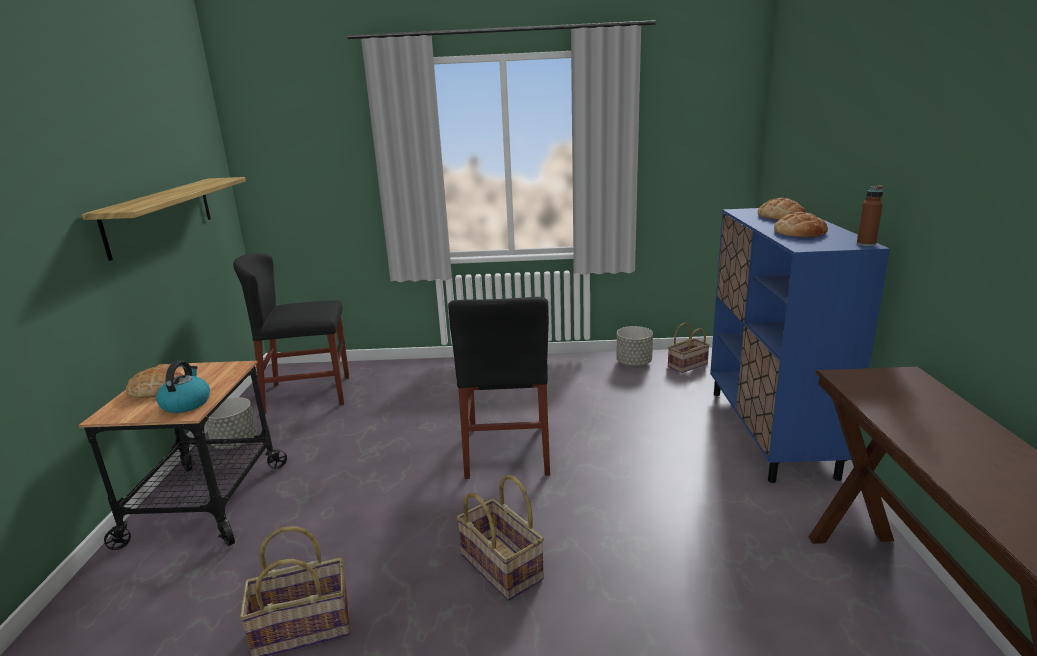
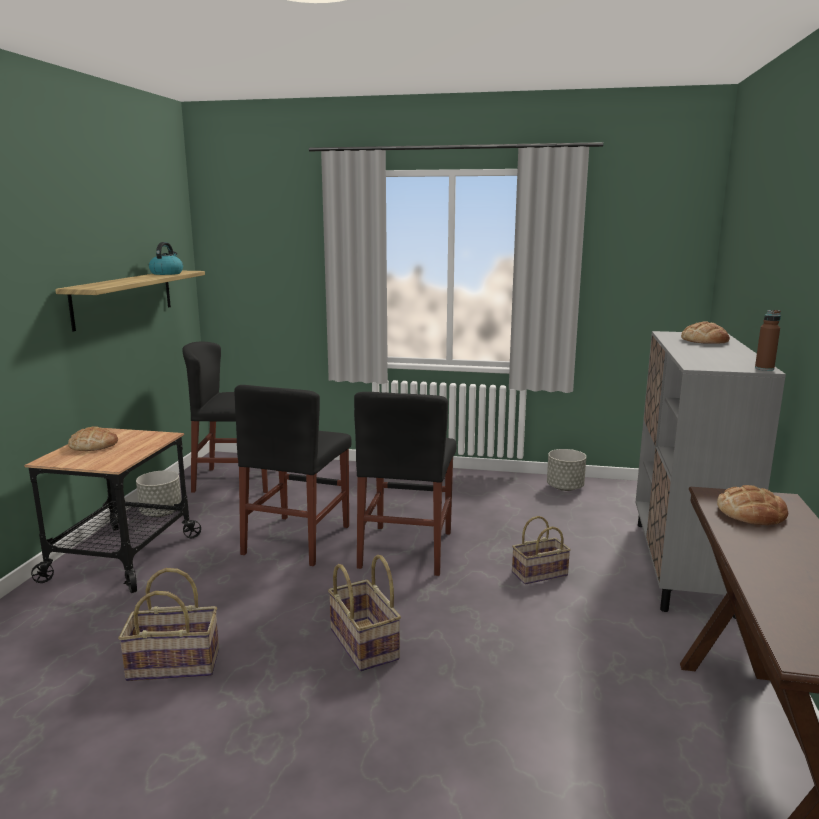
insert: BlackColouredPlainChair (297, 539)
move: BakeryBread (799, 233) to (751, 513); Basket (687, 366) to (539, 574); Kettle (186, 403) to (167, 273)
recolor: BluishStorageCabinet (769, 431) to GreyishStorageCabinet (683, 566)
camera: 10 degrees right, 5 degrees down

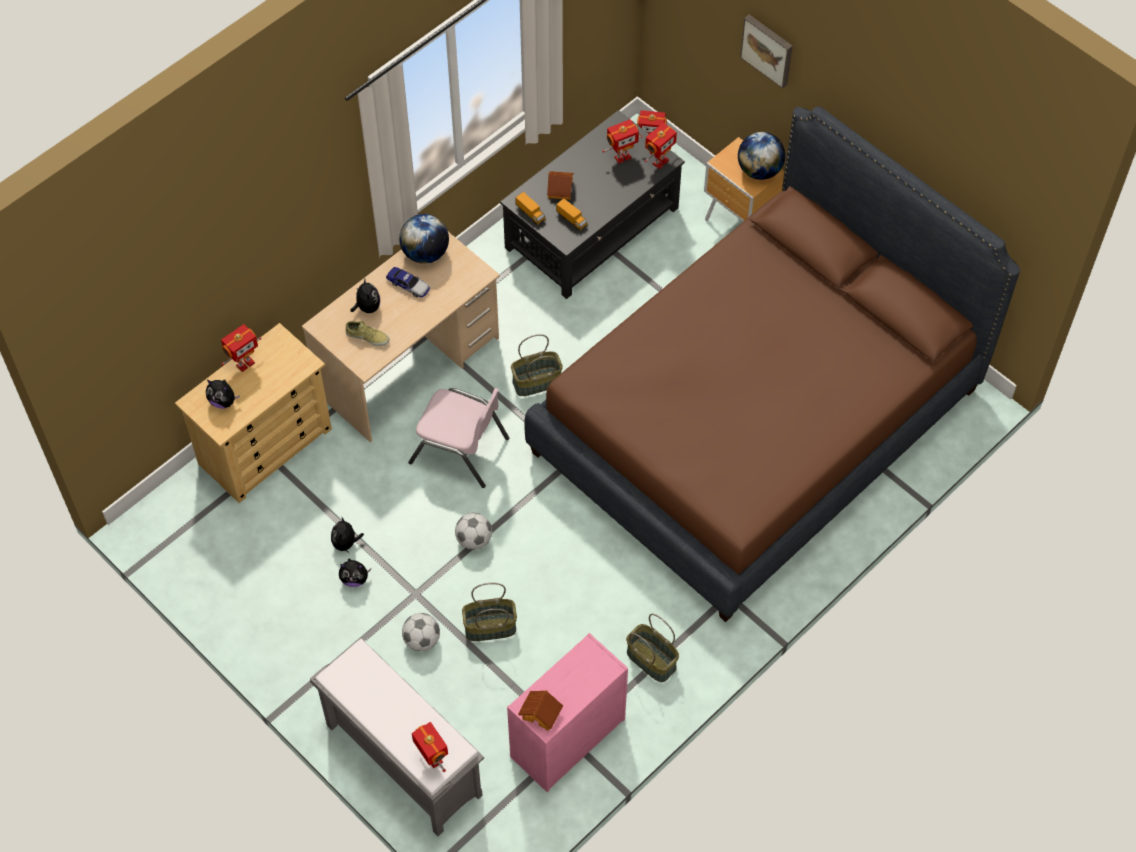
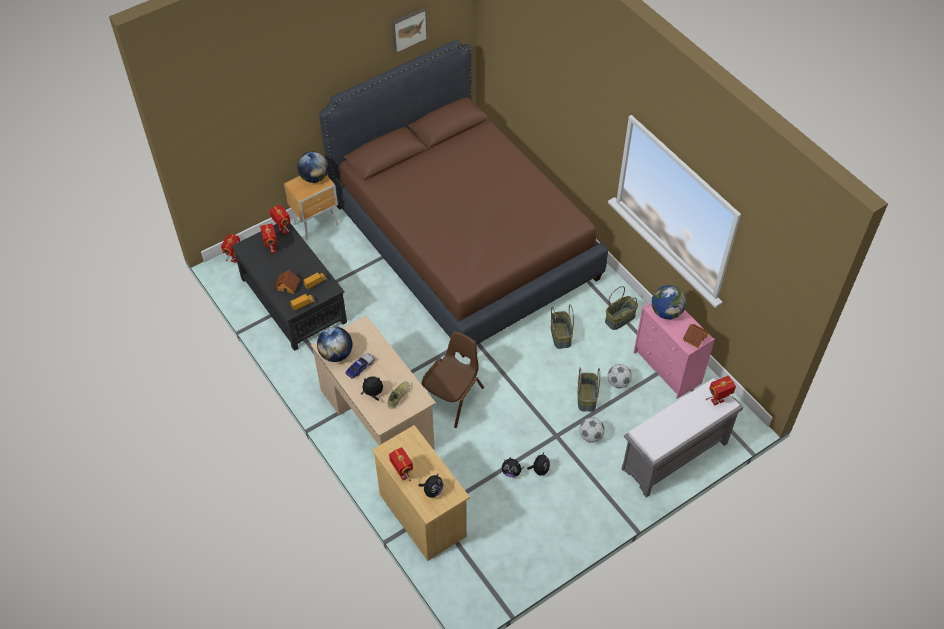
insert: DeskGlobe (666, 312)
move: WallArt (768, 49) to (408, 29); Basket (536, 382) to (561, 336); Football (474, 540) to (618, 382)
recolor: PinkishPlainChair (460, 450) to BrownishPlainChair (452, 397)
camera: 80 degrees left, 5 degrees down

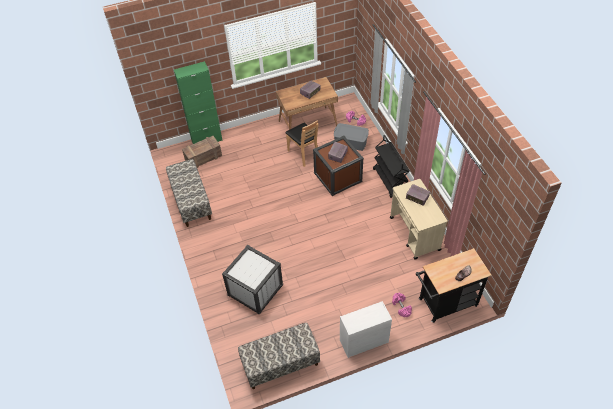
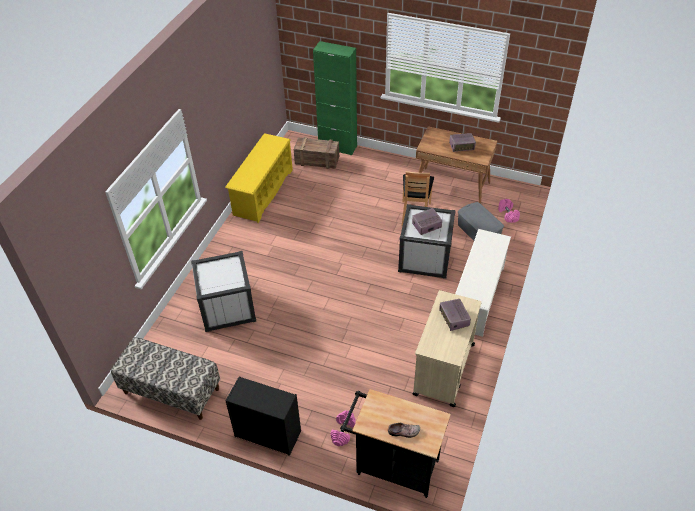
replace: BlackColouredTrolley (390, 181) to WhiteColouredShoeShelf (477, 297); IndoorBench (191, 202) to YellowColouredShoeShelf (263, 192)
recolor: BrownishStorageBin (337, 177) to WhiteColouredStorageBin (424, 257); WhiteColouredDresser (363, 341) to BlackColouredDresser (267, 433)
camera: 40 degrees right, 5 degrees down

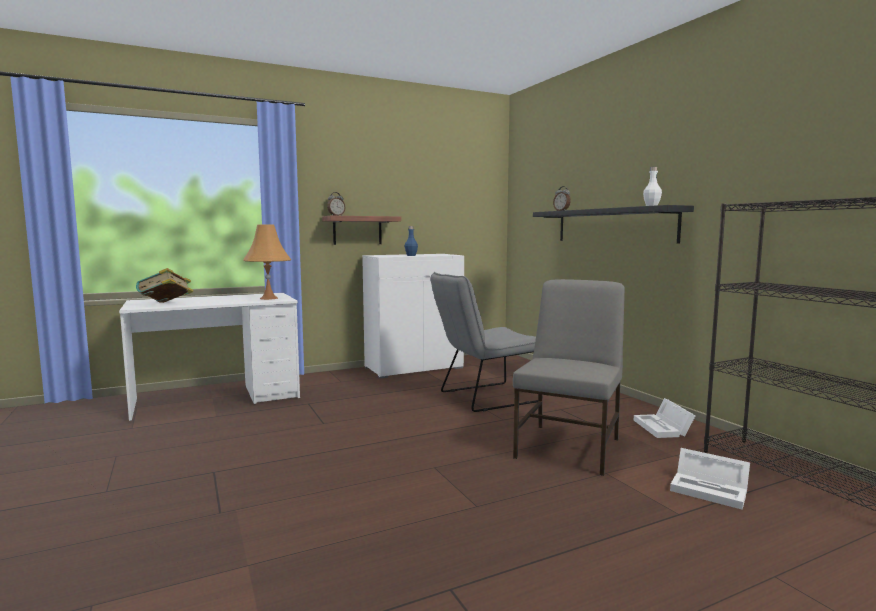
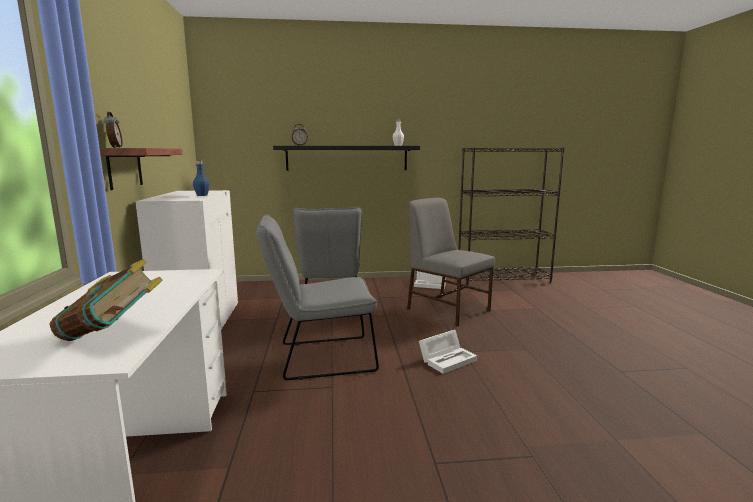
delete: OrangeyLampForATable (268, 298)
insert: GreyishPlainChair (319, 358)
move: WhiteColouredStorageBin (711, 490) to (448, 359)
camera: 70 degrees left, 5 degrees up

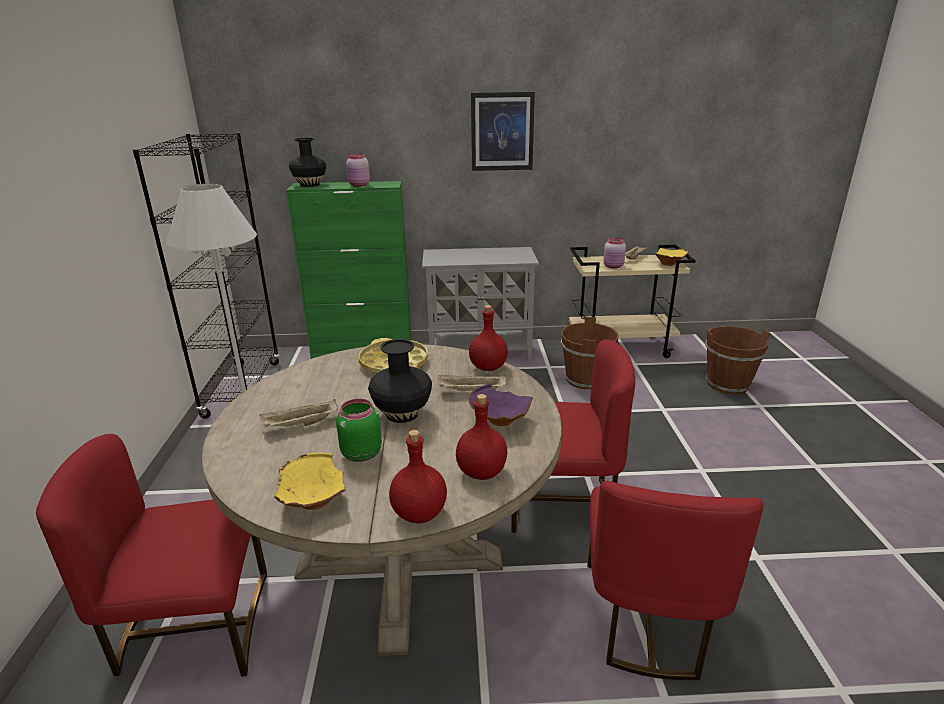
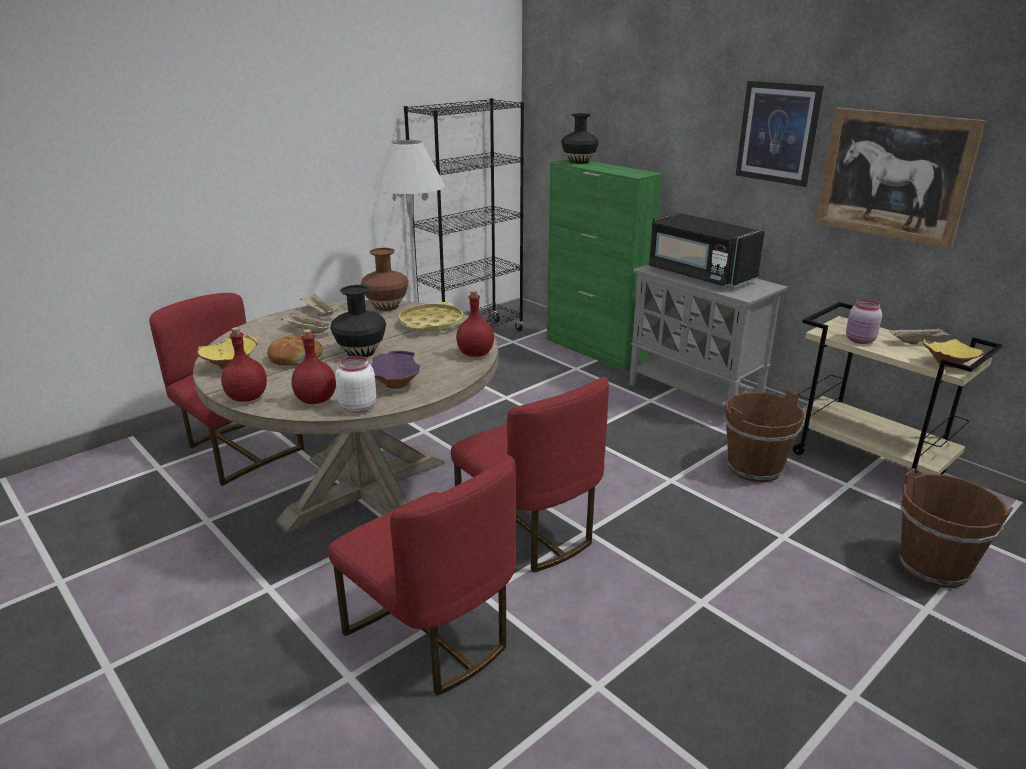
delete: PinkishStorageJar (359, 185)
insert: WallArt (893, 176); BlackColouredMicrowaveOven (699, 275); BrownishFlowerVase (386, 306); WhiteColouredStorageJar (357, 407)
move: BeigeColouredServingTray (471, 392) to (319, 313)
replace: GreenStorageJar (360, 453) to BakeryBread (295, 358)
rotate: ReddishPlainChair (647, 618) = (431, 636) 105 degrees counterclockwise
camera: 50 degrees right, 0 degrees up

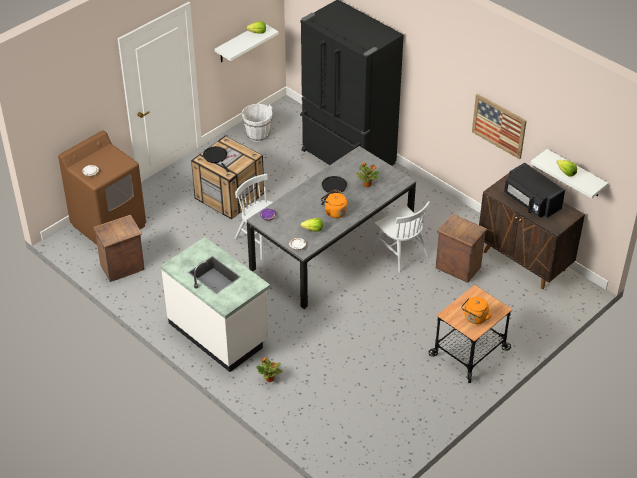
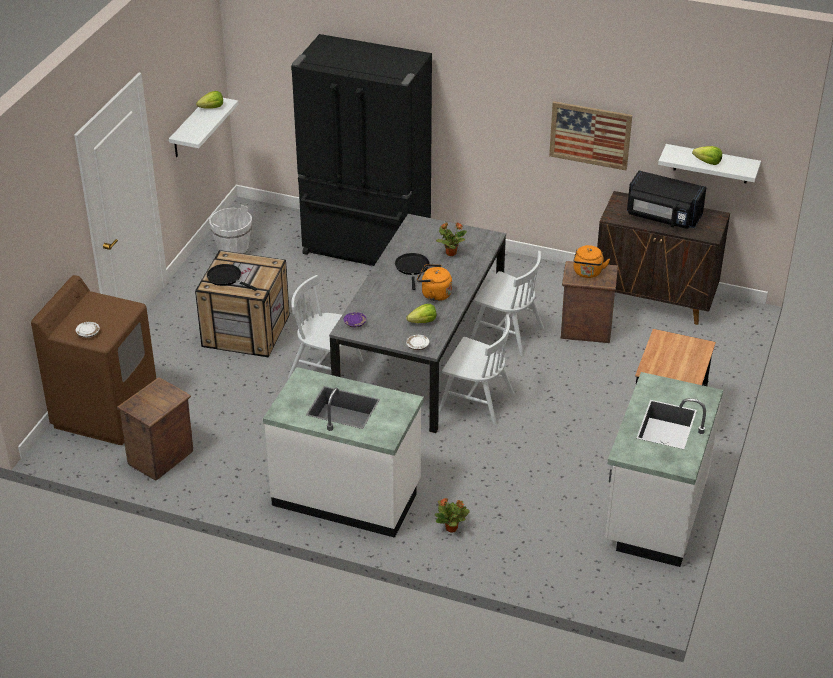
insert: WhiteColouredPlainChair (476, 402); WhiteColouredCounter (654, 511)
move: OrangeyKettle (475, 318) to (587, 273)
camera: 25 degrees left, 5 degrees down

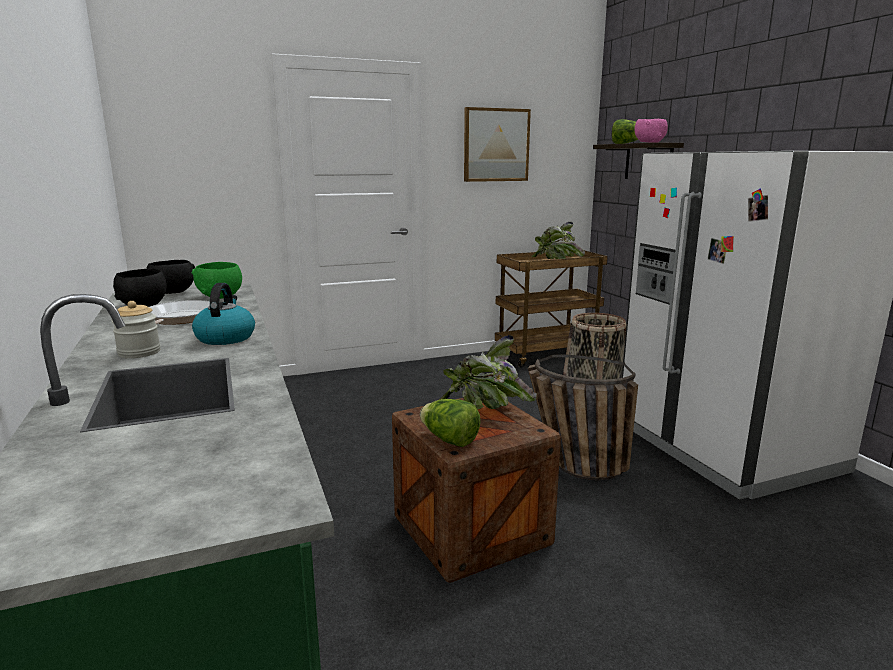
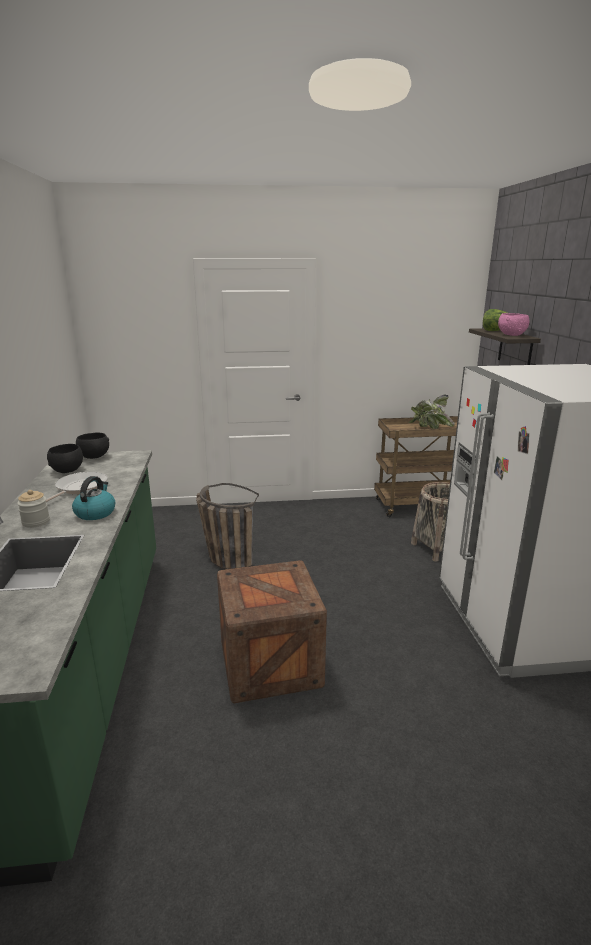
delete: WallArt (496, 145); GreenDeepDish (221, 296); PlantInAPot (484, 411); LettuceHead (449, 440)
move: Basket (571, 465) to (223, 558)
camera: 15 degrees right, 5 degrees up

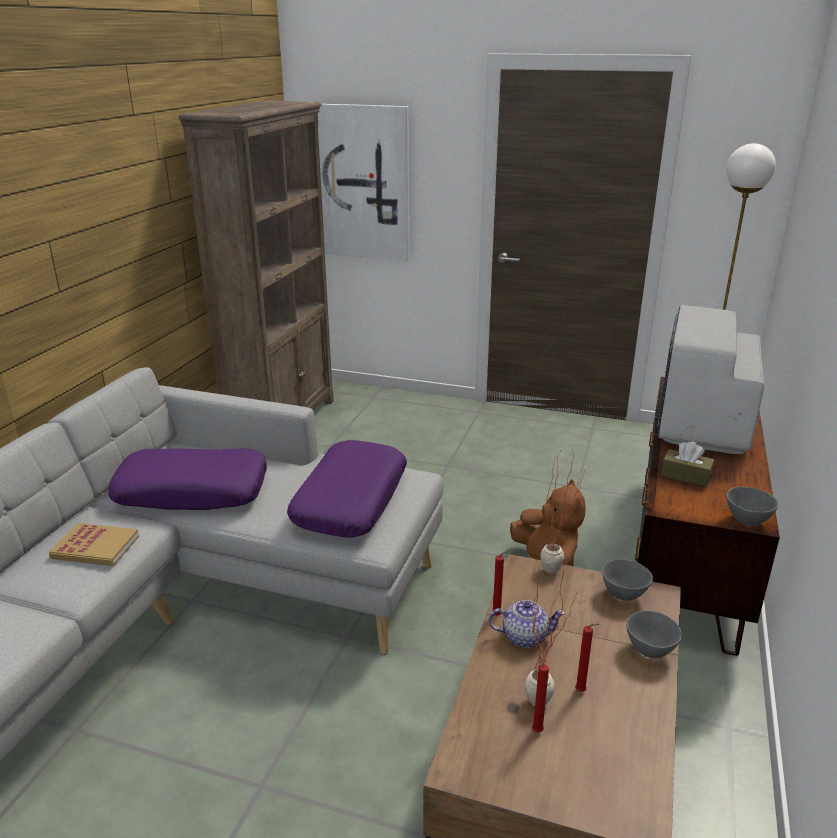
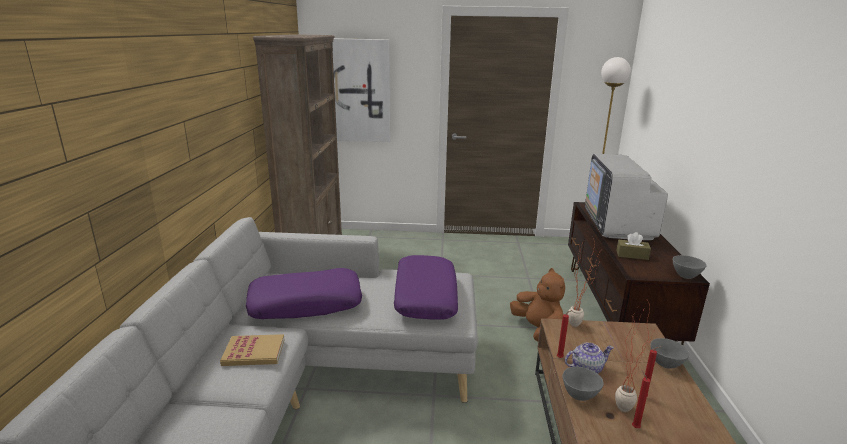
move: GreyishDeepDish (624, 595) to (580, 395)
camera: 15 degrees left, 5 degrees down

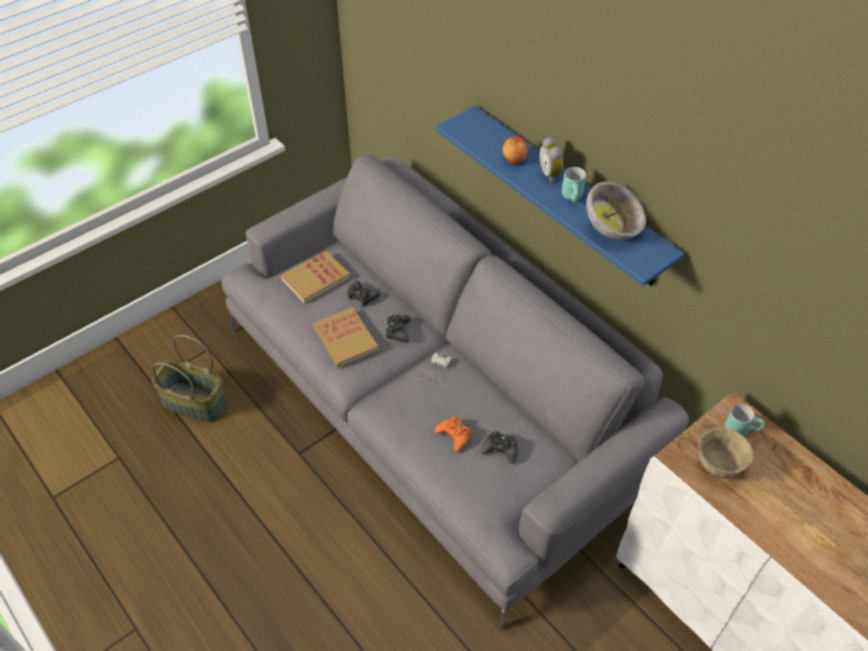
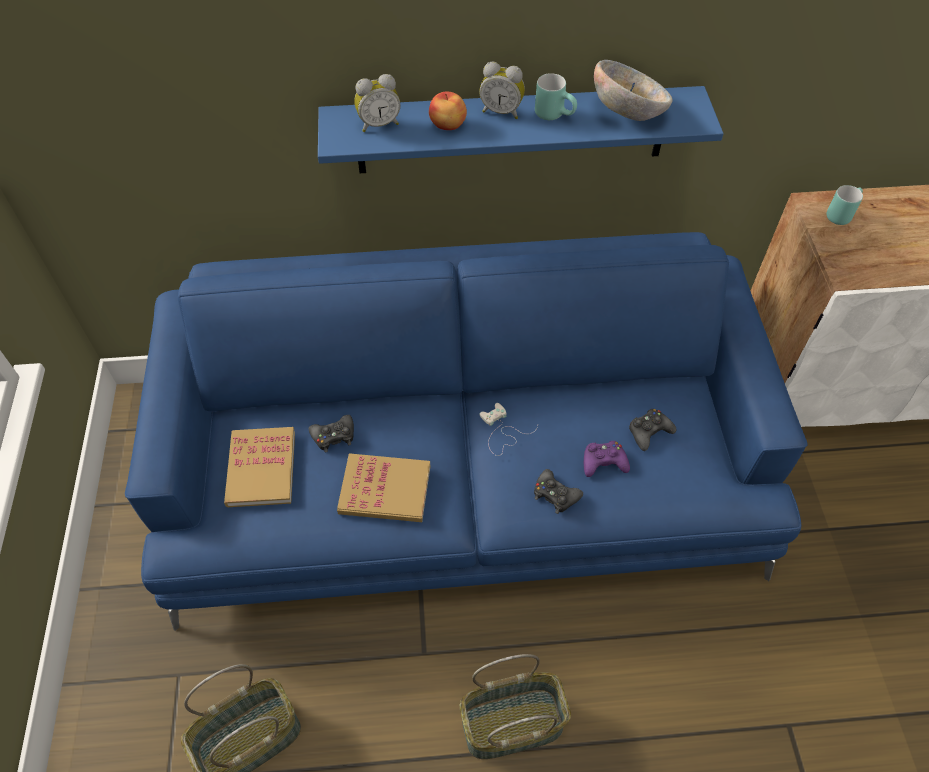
delete: BeigeColouredDeepDish (718, 466)
insert: BedsideClock (378, 124); Basket (512, 722)
move: BlackColouredGameController (398, 331) to (555, 495)
recolor: GreyishCouch (434, 405) to BluishCouch (465, 476); OrangeyGameController (454, 436) to PurpleGameController (603, 462)
camera: 55 degrees left, 5 degrees up

